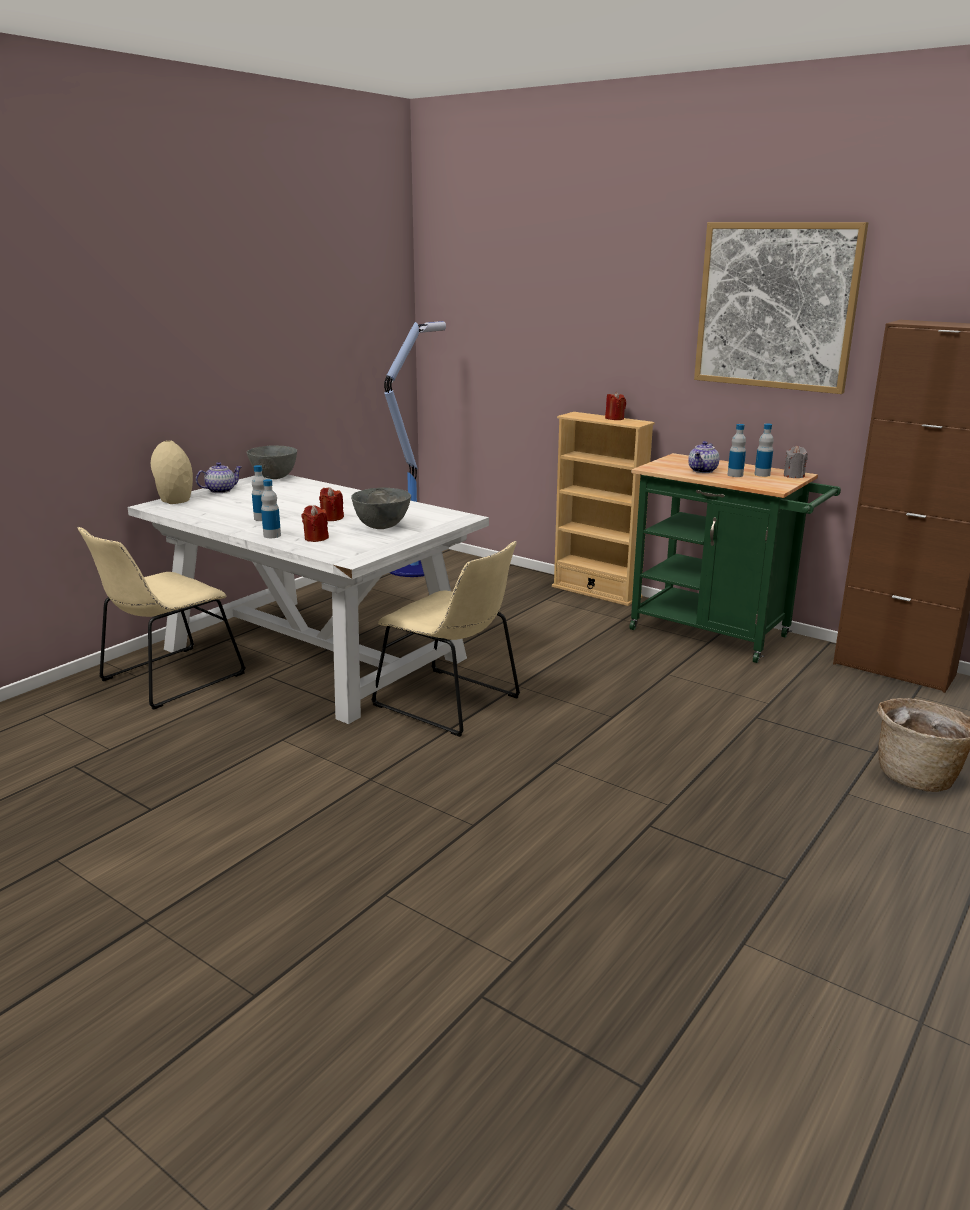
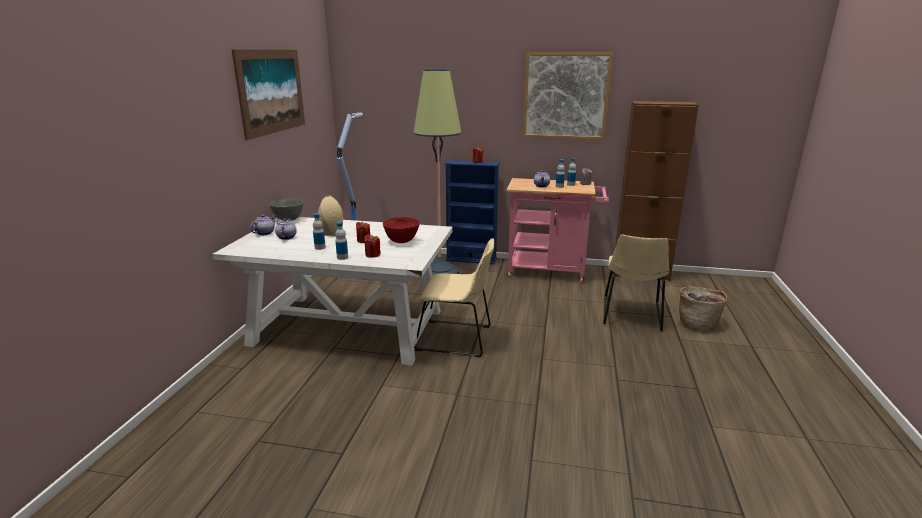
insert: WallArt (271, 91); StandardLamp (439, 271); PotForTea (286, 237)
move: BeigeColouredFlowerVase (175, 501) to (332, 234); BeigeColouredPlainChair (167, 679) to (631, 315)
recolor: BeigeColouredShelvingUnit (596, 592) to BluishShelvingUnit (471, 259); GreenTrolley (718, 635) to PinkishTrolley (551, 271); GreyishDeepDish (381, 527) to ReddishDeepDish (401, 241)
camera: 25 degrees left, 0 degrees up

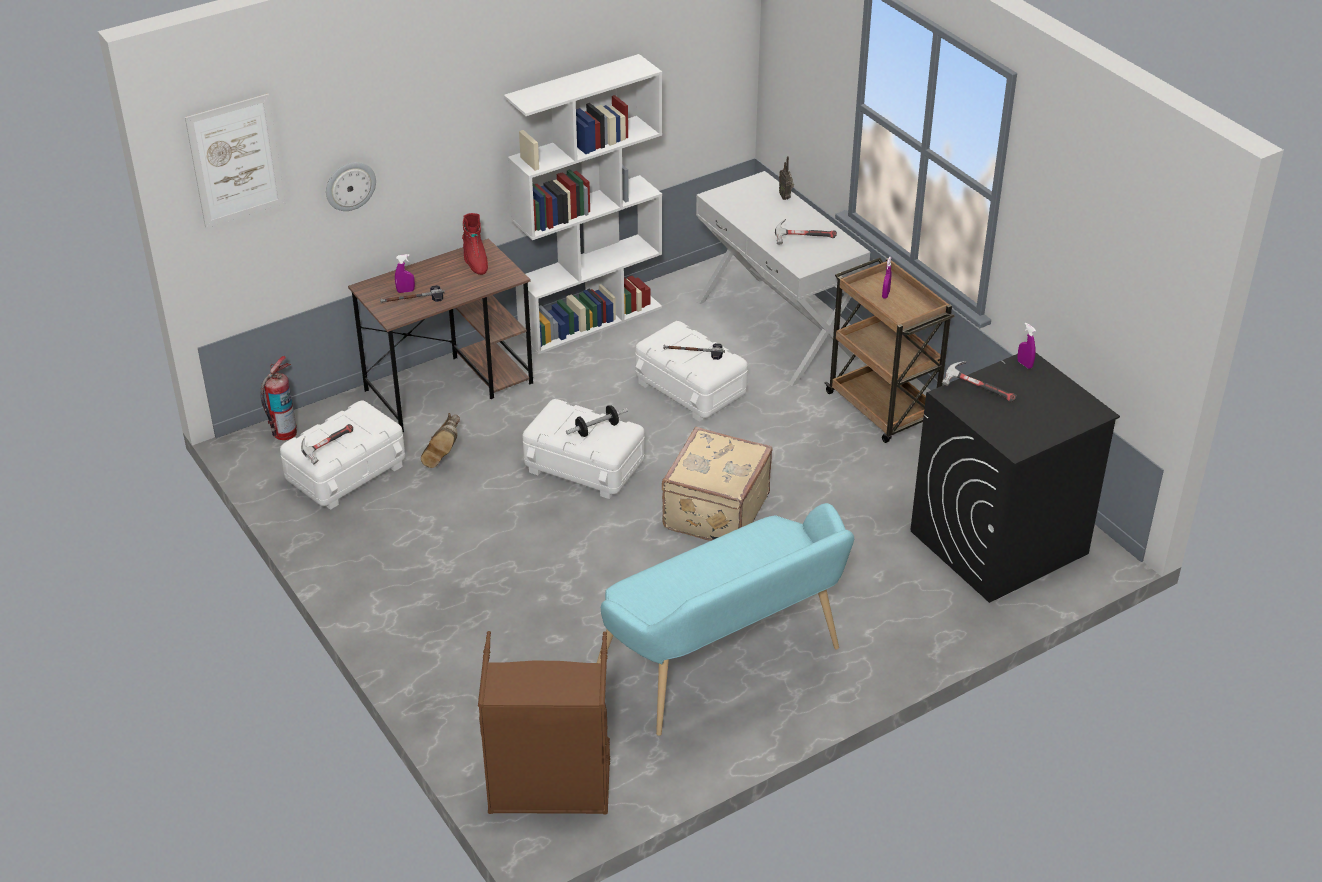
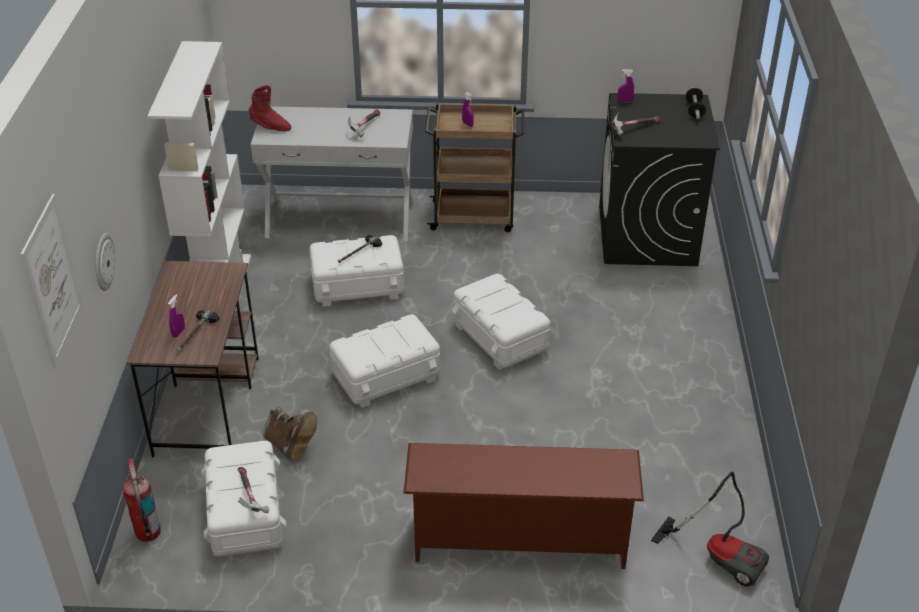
delete: Radio (785, 197); BlueGreenIndoorBench (726, 667)
insert: BrownishShoeShelf (519, 542)
move: ReddishTallBoot (475, 262) to (270, 127); FreeWeight (597, 429) to (694, 110)
replace: BeigeColouredSuitcase (714, 511) to WhiteColouredStorageBin (501, 337); BrownishHamper (549, 789) to Vacuum (720, 555)
camera: 55 degrees left, 0 degrees up

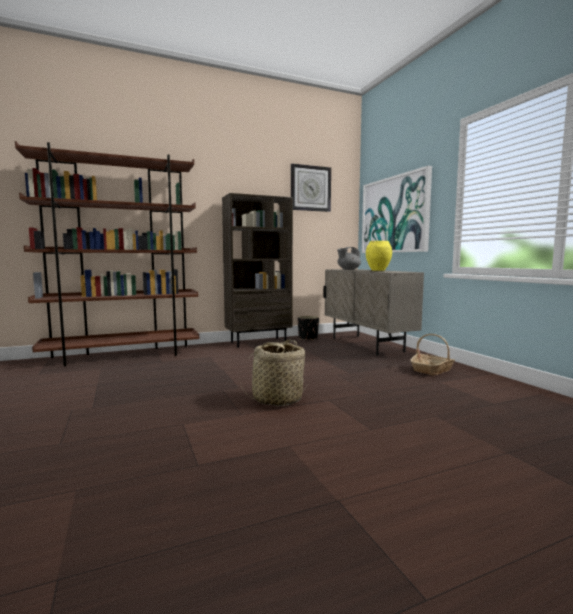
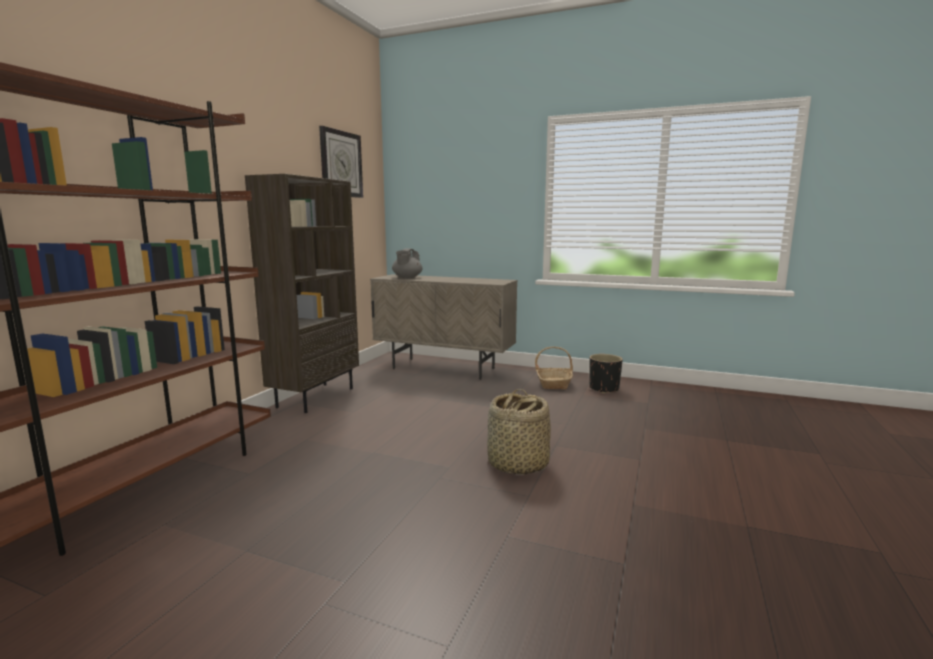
delete: WallArt (394, 215); YellowColouredFlowerVase (378, 270)
move: BlackColouredPlantPot (308, 338) to (604, 389)
camera: 45 degrees left, 5 degrees up

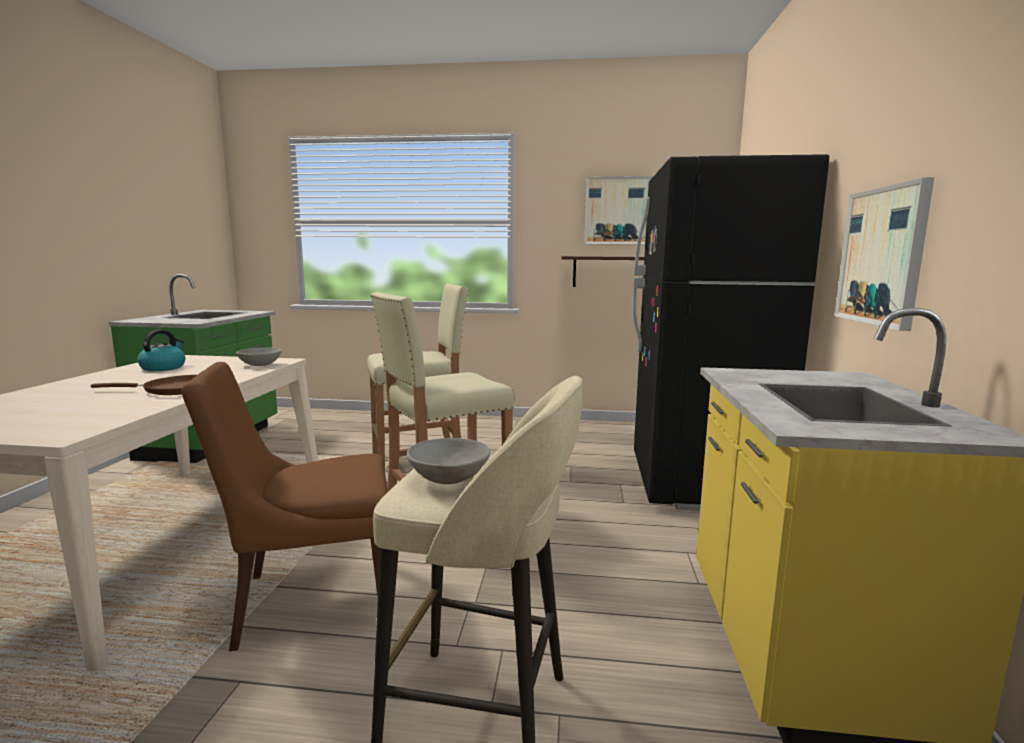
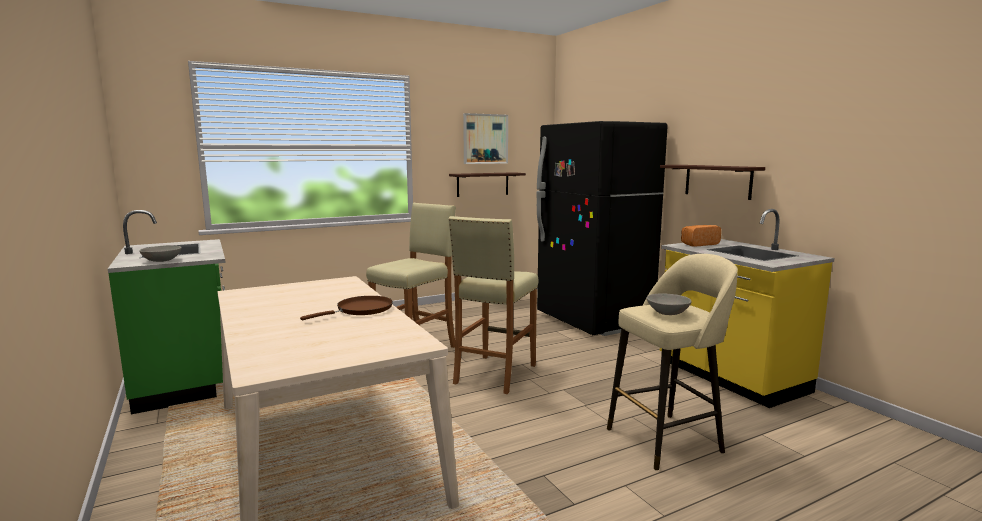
delete: Kettle (163, 368); BrownishPlainChair (309, 601)
insert: BakeryBread (698, 244)
move: GreyishDeepDish (260, 365) to (162, 260)
replace: WallArt (882, 256) to BracketShelf (717, 181)
camera: 35 degrees left, 0 degrees up

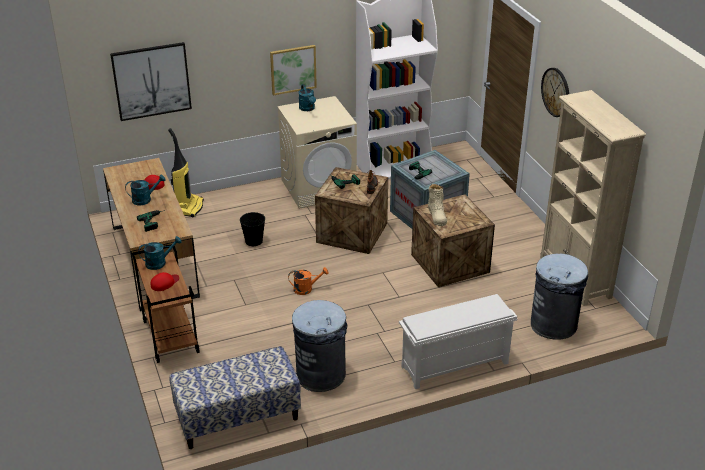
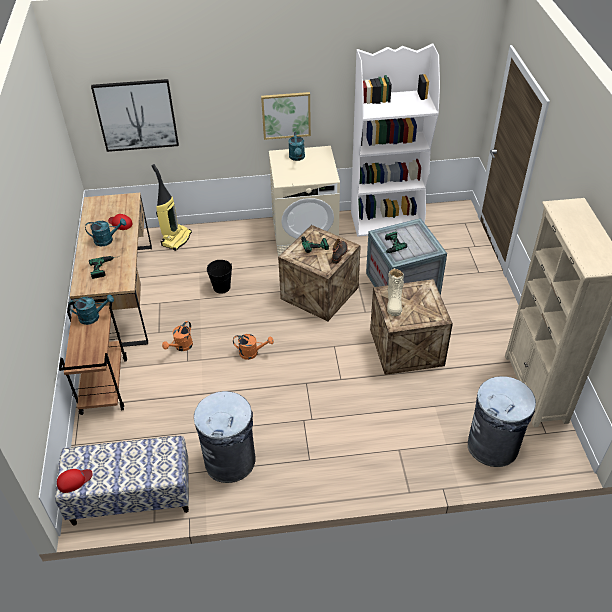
delete: ClockOnTheWall (556, 92); WhiteColouredShoeShelf (454, 365)
insert: OrangeyWateringCan (181, 347)
move: ReddishCap (164, 283) to (74, 480)
camera: 15 degrees right, 10 degrees up

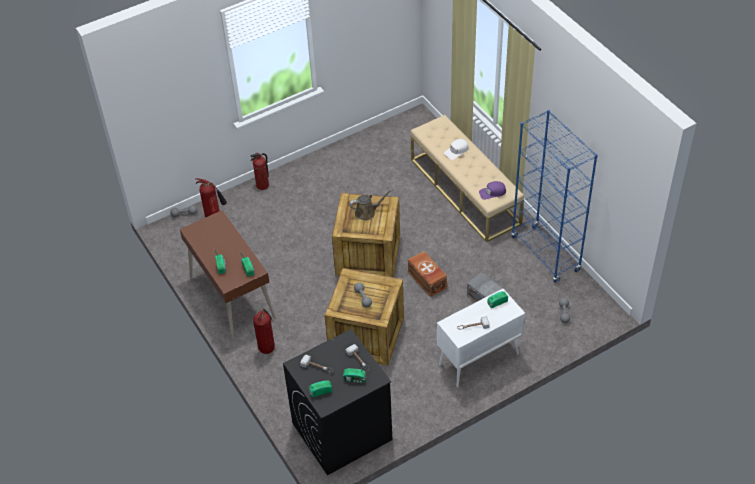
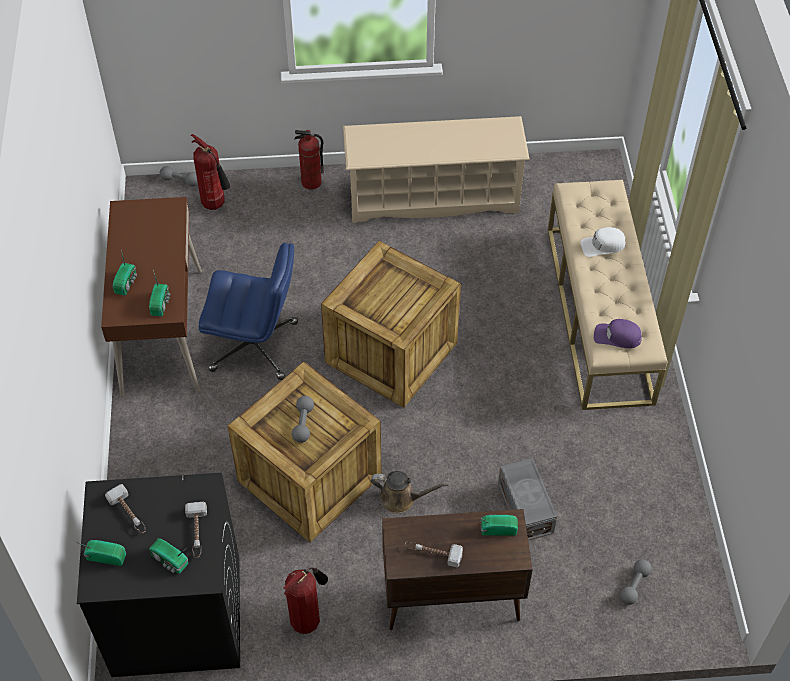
delete: BluishShelvingUnit (545, 254); BrownishStorageBin (427, 280)
insert: BeigeColouredShoeShelf (433, 197); BluishComputerChair (255, 346)
move: BrownishWateringCan (367, 212) to (401, 498); FireExtinguisher (267, 347) to (307, 619)
recolor: WhiteColouredStorageCabinet (478, 360) to BrownishStorageCabinet (450, 599)
camera: 25 degrees right, 5 degrees up

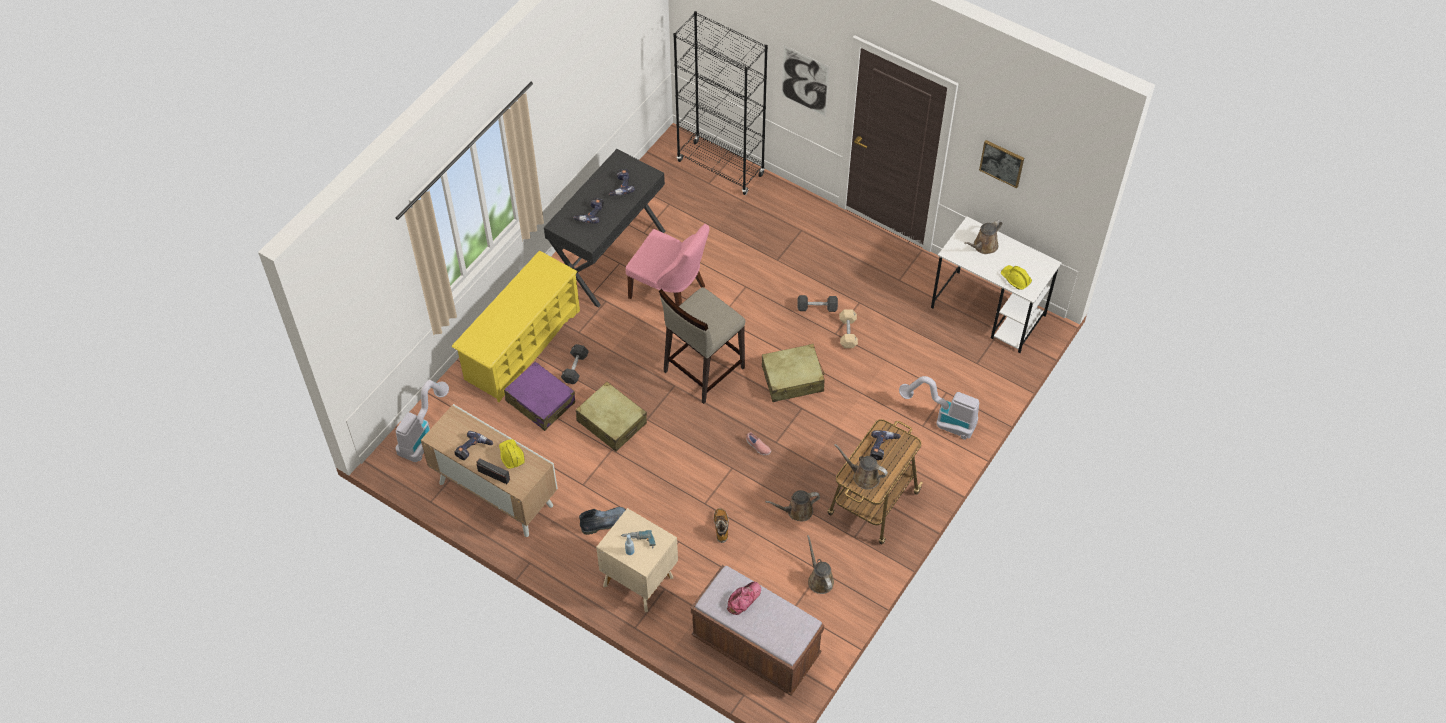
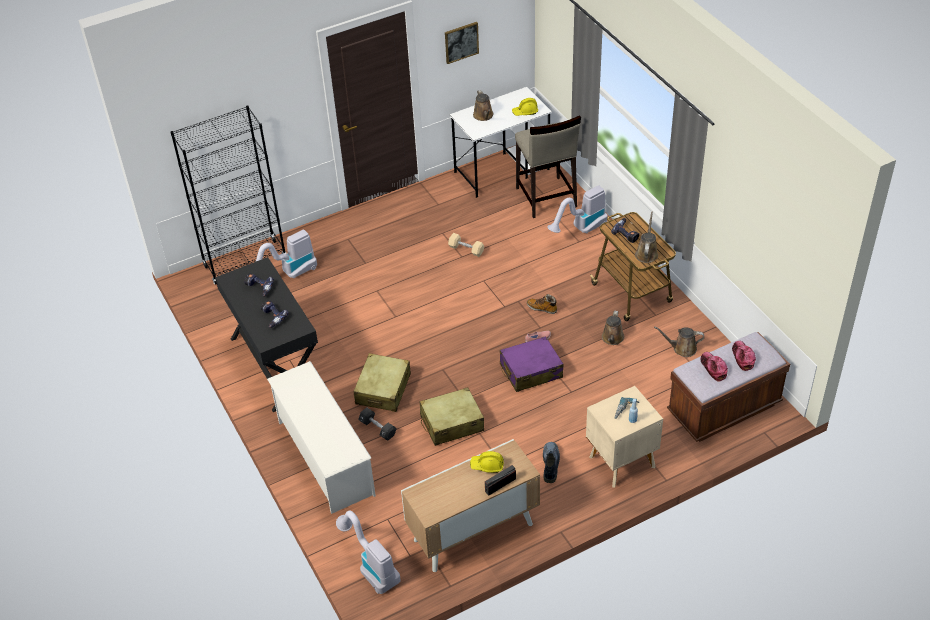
delete: WallArt (804, 81); PinkishPlainChair (670, 293); BlackColouredFreeWeight (817, 308); Drill (473, 450)
insert: Vacuum (289, 274); Cap (742, 357)
move: BeigeColouredStoolSeat (703, 370) to (546, 198); BeigeColouredSuitcase (793, 379) to (383, 389); PurpleSuitcase (540, 402) to (530, 371); TallBoot (721, 527) to (542, 308)
recolor: YellowColouredShoeShelf (522, 345) to WhiteColouredShoeShelf (325, 457)
rotate: BrownishWateringCan (863, 476) = (646, 253) 135 degrees clockwise
camera: 60 degrees left, 10 degrees down

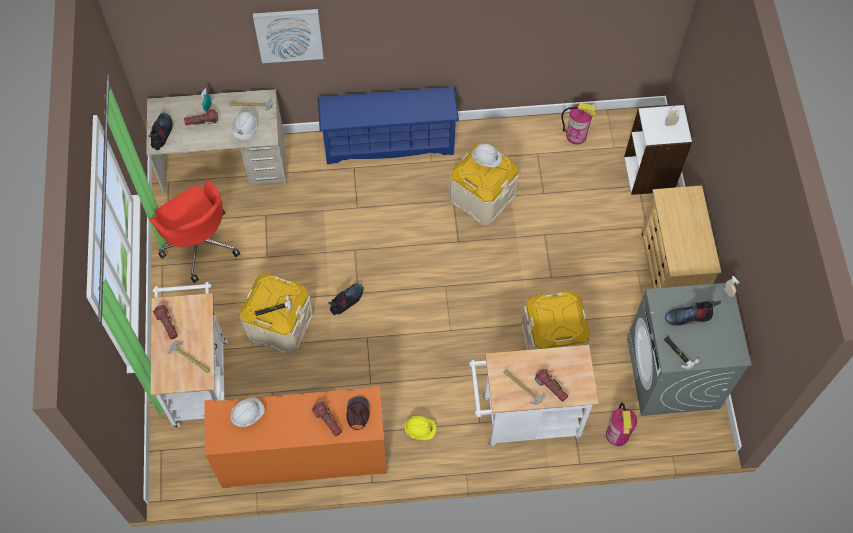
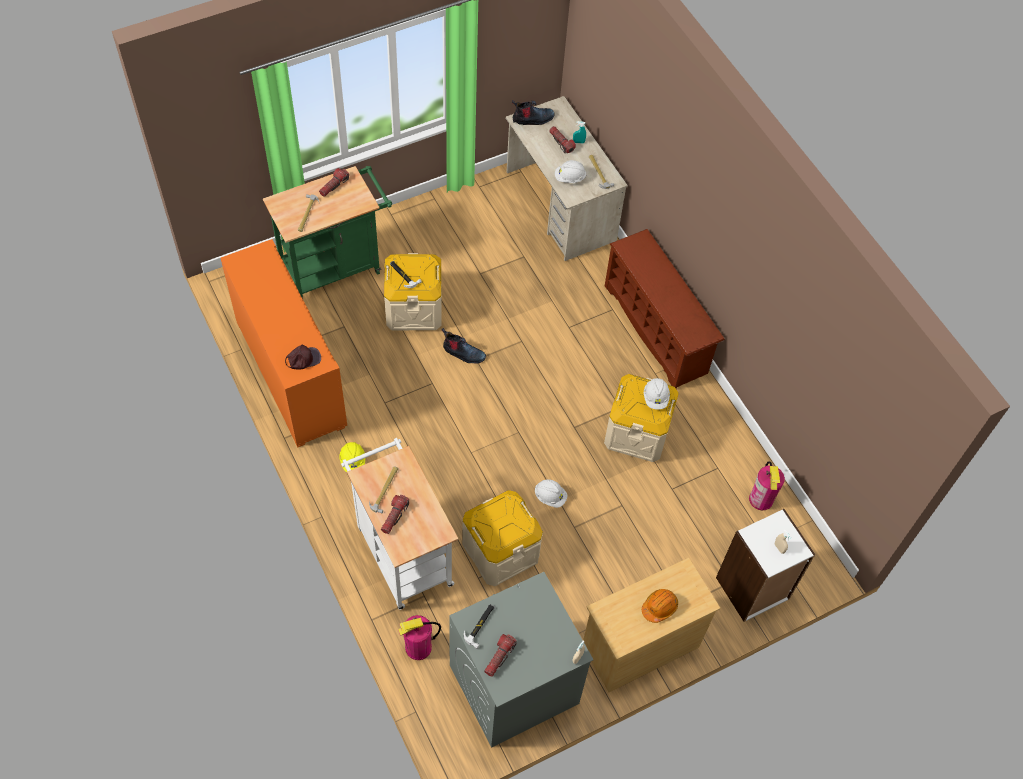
delete: WallArt (289, 35); ReddishComputerChair (199, 243); TallBoot (688, 316)
insert: OrangeySafetyHelmet (659, 607)
move: WhiteColouredSafetyHelmet (248, 414) to (550, 496); HandTorch (327, 420) to (499, 657)
recolor: BluishShoeShelf (389, 142) to BrownishShoeShelf (657, 329); WhiteColouredTrolley (200, 377) to GreenTrolley (336, 267)
camera: 65 degrees right, 5 degrees down

